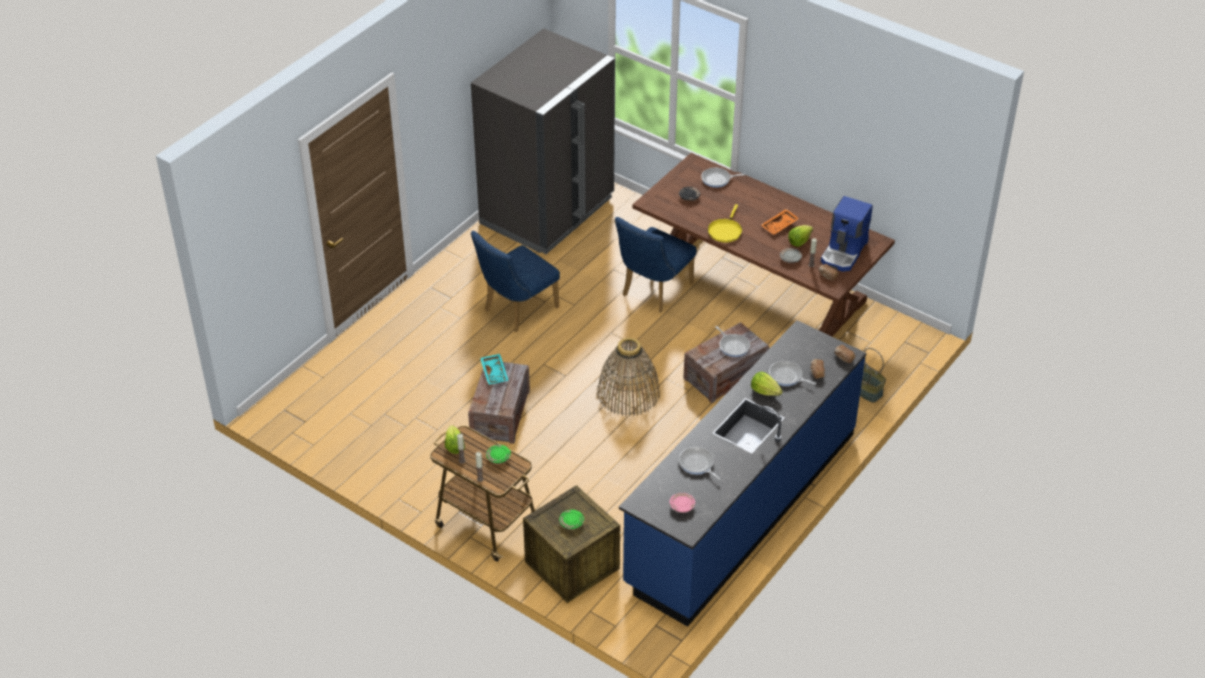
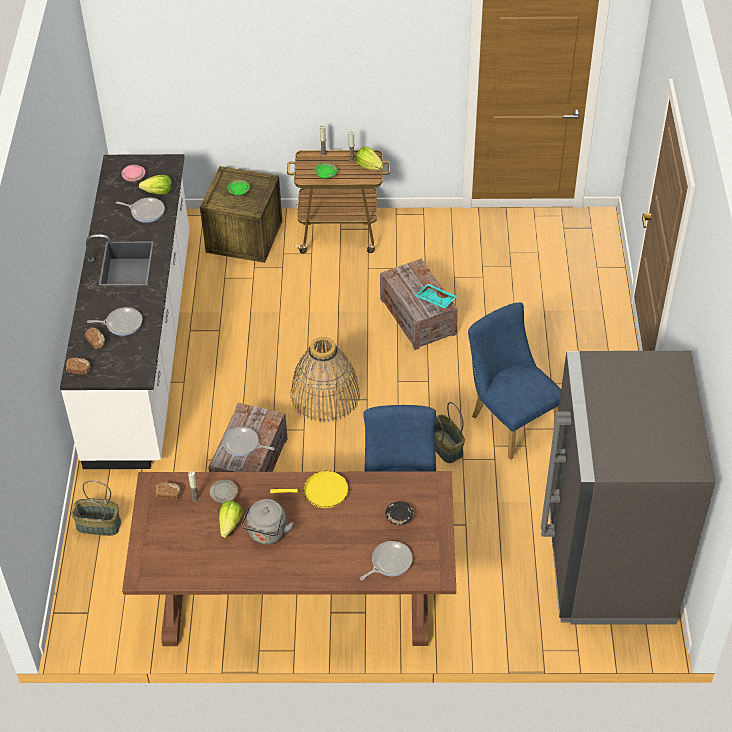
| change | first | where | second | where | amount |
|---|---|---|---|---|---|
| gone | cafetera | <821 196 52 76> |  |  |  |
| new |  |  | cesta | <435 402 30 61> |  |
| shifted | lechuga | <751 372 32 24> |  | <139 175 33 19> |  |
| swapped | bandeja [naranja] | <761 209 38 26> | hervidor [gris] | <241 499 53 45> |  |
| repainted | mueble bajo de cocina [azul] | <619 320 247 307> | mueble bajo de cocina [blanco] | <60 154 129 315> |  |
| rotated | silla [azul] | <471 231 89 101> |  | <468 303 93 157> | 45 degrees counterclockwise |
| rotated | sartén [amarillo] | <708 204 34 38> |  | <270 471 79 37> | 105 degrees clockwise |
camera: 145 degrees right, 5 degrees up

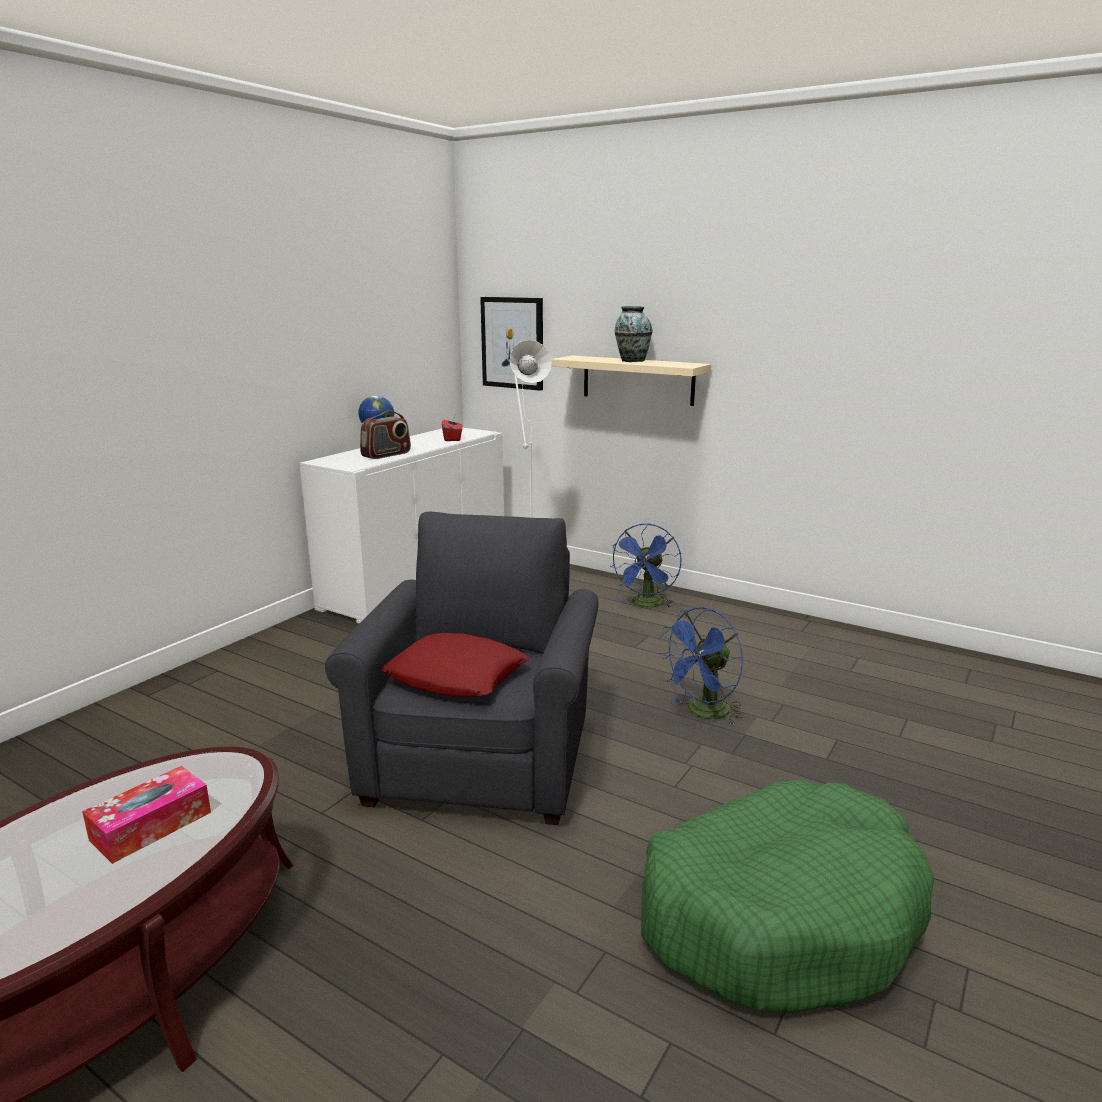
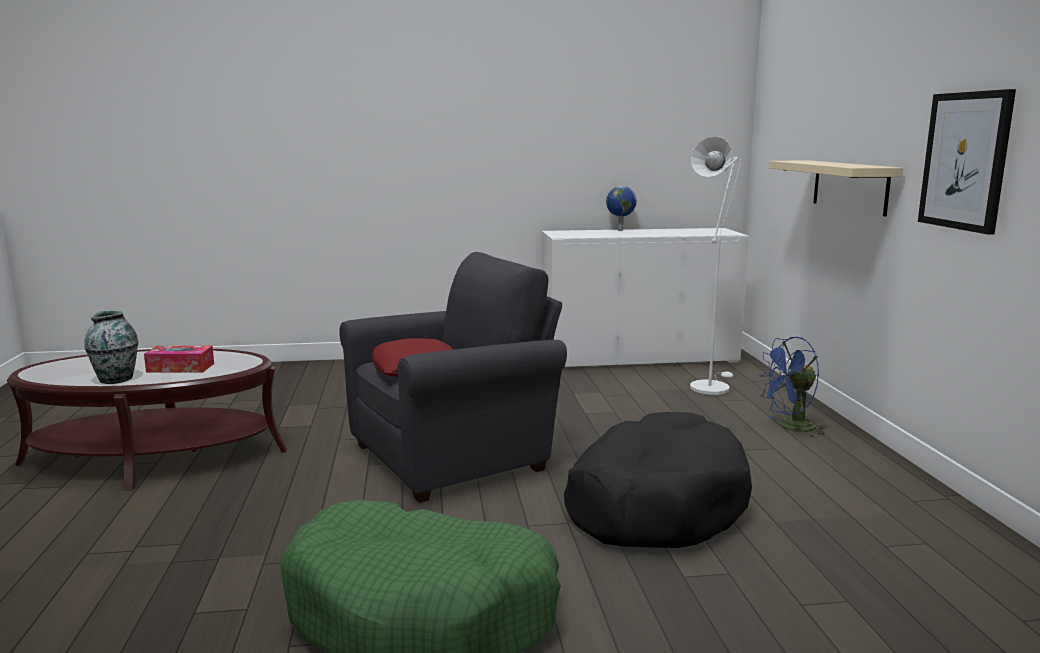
| change | first | where | second | where | amount |
|---|---|---|---|---|---|
| gone | radio | <360 410 51 49> |  |  |  |
| gone | caja de pañuelos [rojo] | <442 416 21 25> |  |  |  |
| shifted | cuadro | <480 297 63 94> |  | <918 89 98 146> |  |
| shifted | florero | <614 306 39 56> |  | <84 311 54 73> |  |
| swapped | ventilador [azul] | <658 607 85 119> | cama para perro [negro] | <564 412 188 136> |  |
camera: 50 degrees right, 5 degrees down

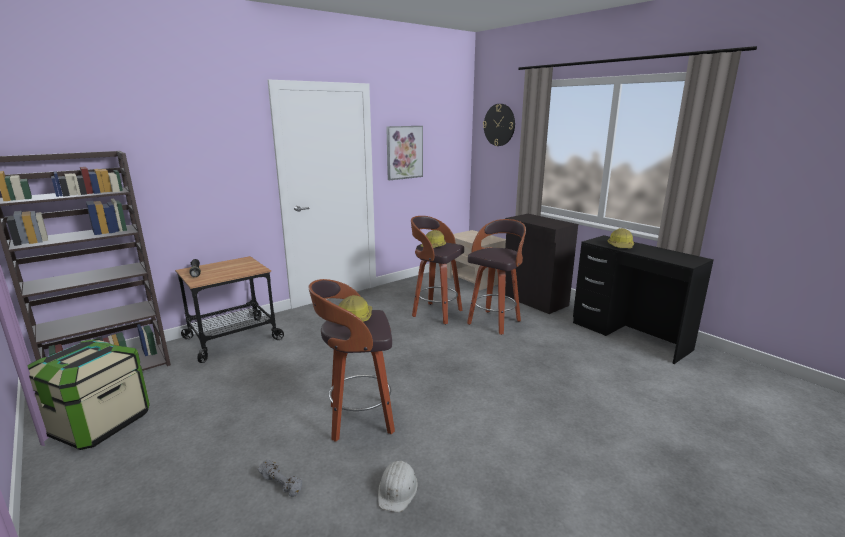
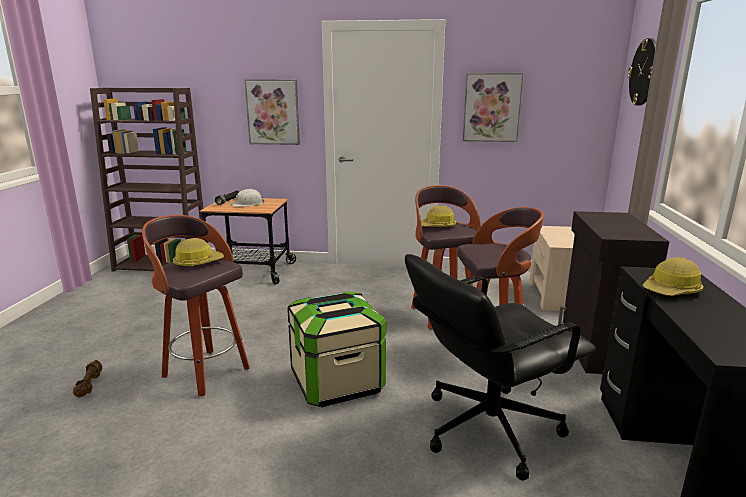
| change | first | where | second | where | amount |
|---|---|---|---|---|---|
| new |  |  | cuadro | <244 79 56 66> |  |
| new |  |  | silla de oficina [negro] | <405 254 191 227> |  |
| shifted | caja de almacenaje | <28 338 122 112> |  | <287 292 99 116> |  |
| shifted | casco [blanco] | <378 461 40 51> |  | <230 189 34 18> |  |
| repainted | mancuerna [gris] | <257 459 45 38> | mancuerna [marrón] | <73 360 30 37> |  |
camera: 45 degrees right, 0 degrees up

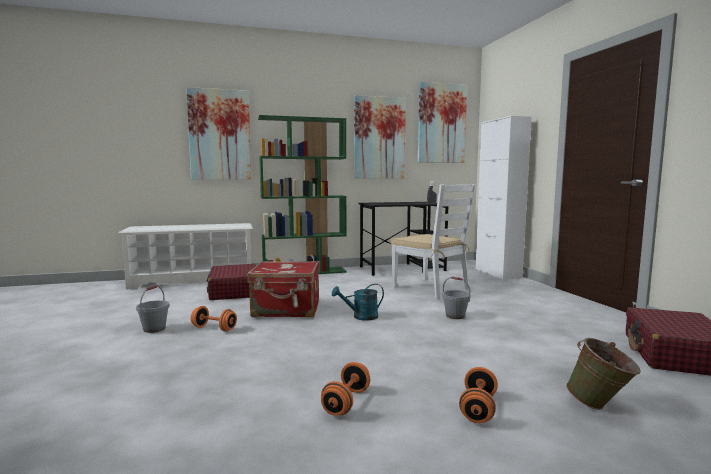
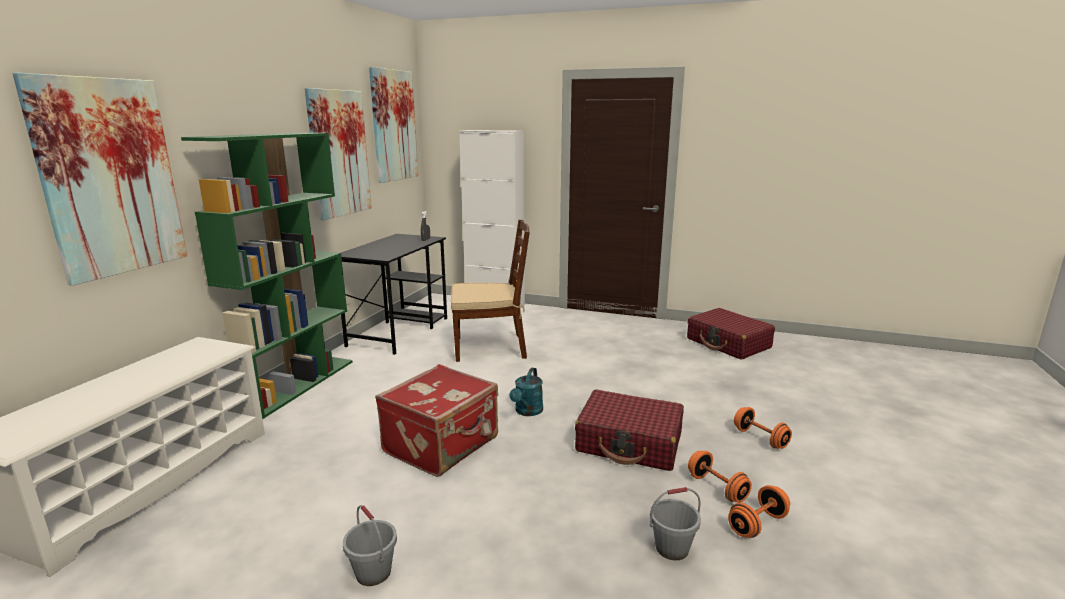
| change | first | where | second | where | amount |
|---|---|---|---|---|---|
| gone | cubo [verde] | <566 338 75 72> |  |  |  |
| shifted | mancuerna [naranja] | <191 306 46 26> |  | <728 485 62 53> |  |
| shifted | maleta [rojo] | <207 264 49 36> |  | <575 389 109 82> |  |
| shifted | cubo [gris] | <442 277 28 42> |  | <650 487 51 73> |  |
| repainted | silla [blanco] | <391 184 85 115> | silla [marrón] | <451 220 79 142> |  |
camera: 55 degrees left, 10 degrees up

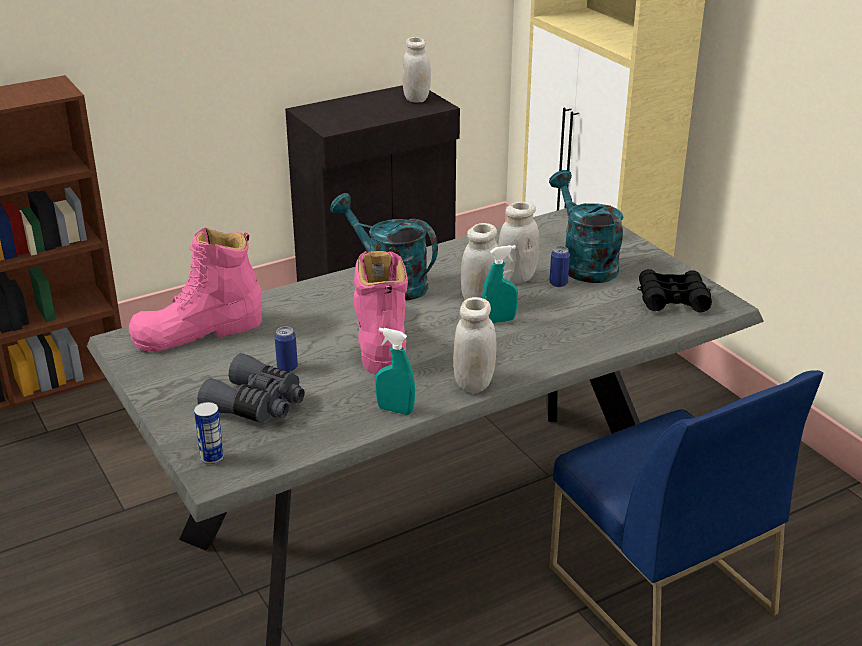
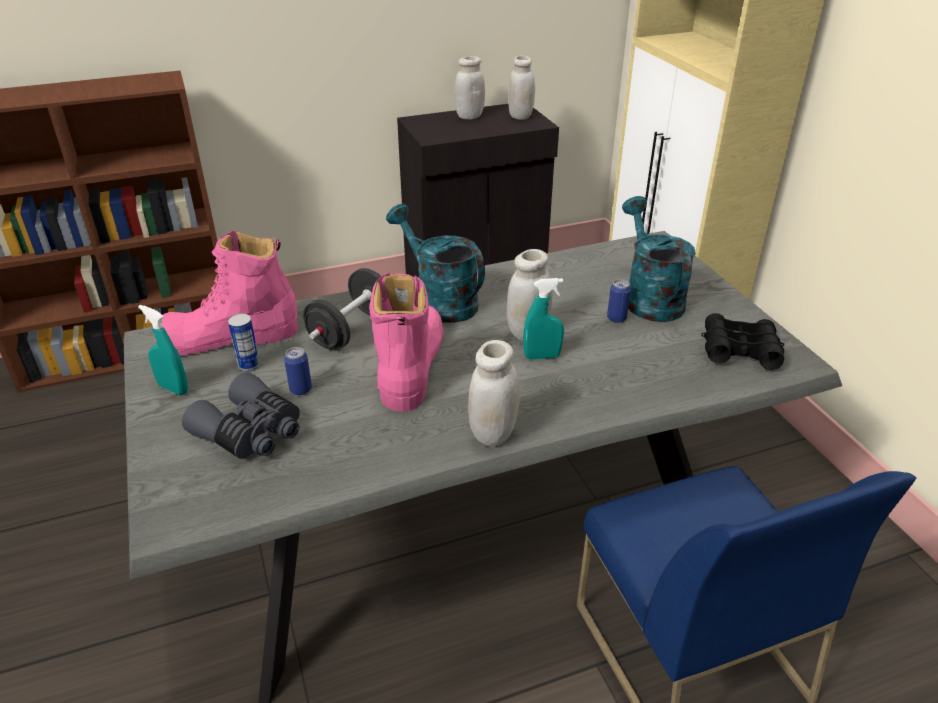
| change | first | where | second | where | amount |
|---|---|---|---|---|---|
| new |  |  | mancuerna [negro] | <303 268 78 83> |  |
| shifted | lata | <194 402 30 63> |  | <228 313 32 59> |  |
| shifted | pulverizador [turquesa] | <375 328 40 87> |  | <138 305 50 90> |  |
| shifted | tarro [blanco] | <498 201 41 83> |  | <454 56 31 64> |  |
camera: 10 degrees right, 5 degrees up

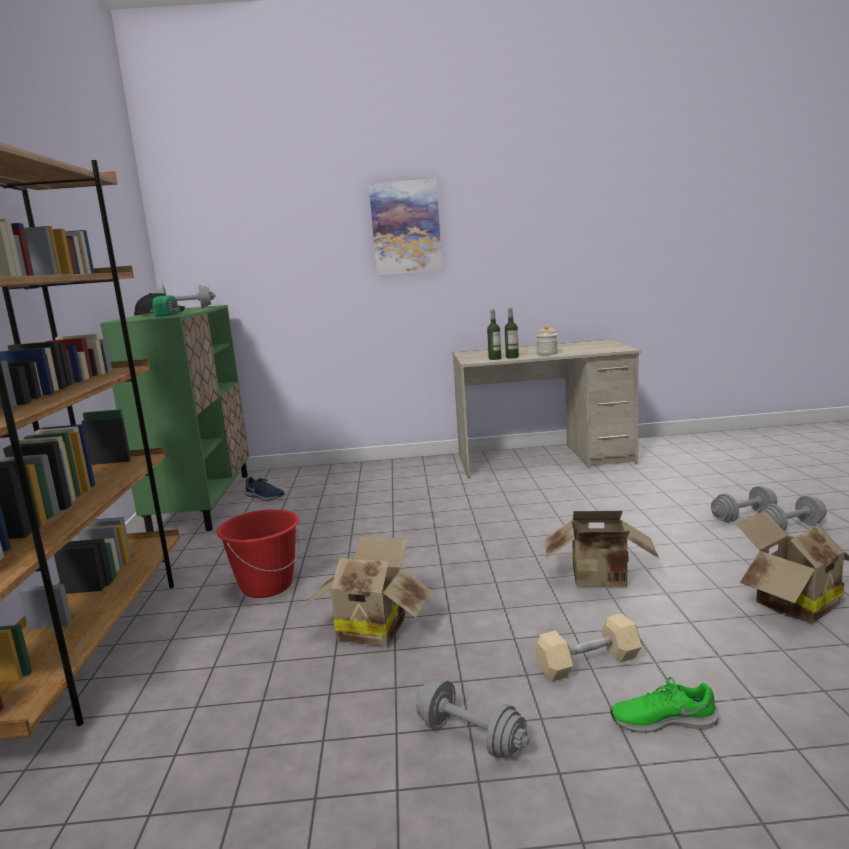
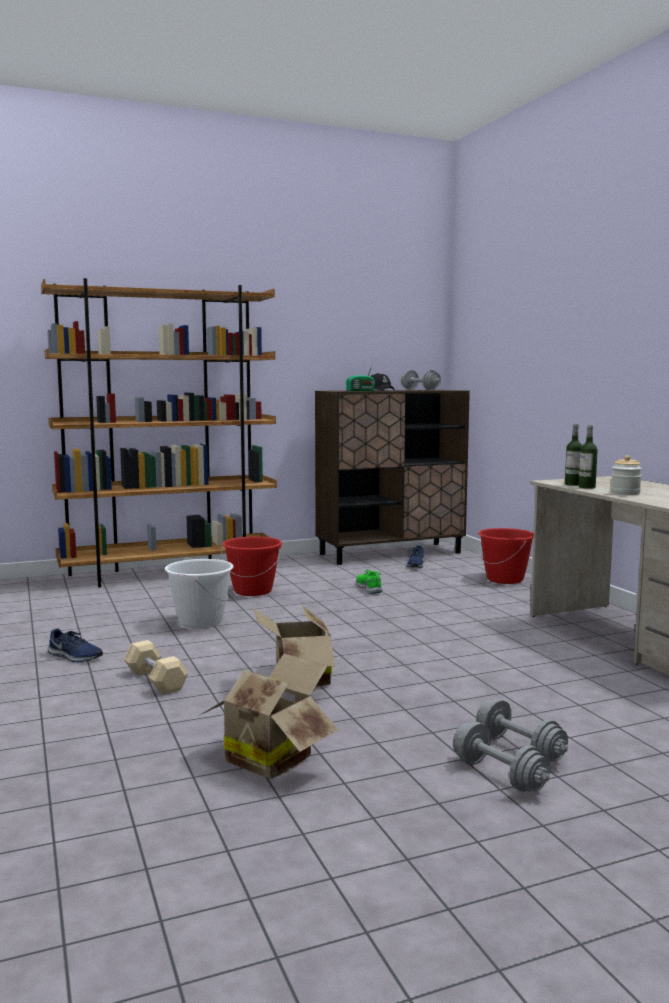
| change | first | where | second | where | amount |
|---|---|---|---|---|---|
| gone | cuadro | <369 179 73 97> |  |  |  |
| new |  |  | cubo [rojo] | <478 528 56 56> |  |
| shifted | zapato [verde] | <610 677 109 56> |  | <356 570 26 24> |  |
| swapped | caja de cartón | <303 536 129 110> | cubo [blanco] | <165 559 69 69> |  |
| swapped | mancuerna [gris] | <416 679 113 79> | zapato [azul] | <47 629 56 33> |  |
| repainted | armario [verde] | <100 305 149 227> | armario [marrón] | <315 390 155 175> |  |
camera: 70 degrees right, 5 degrees down

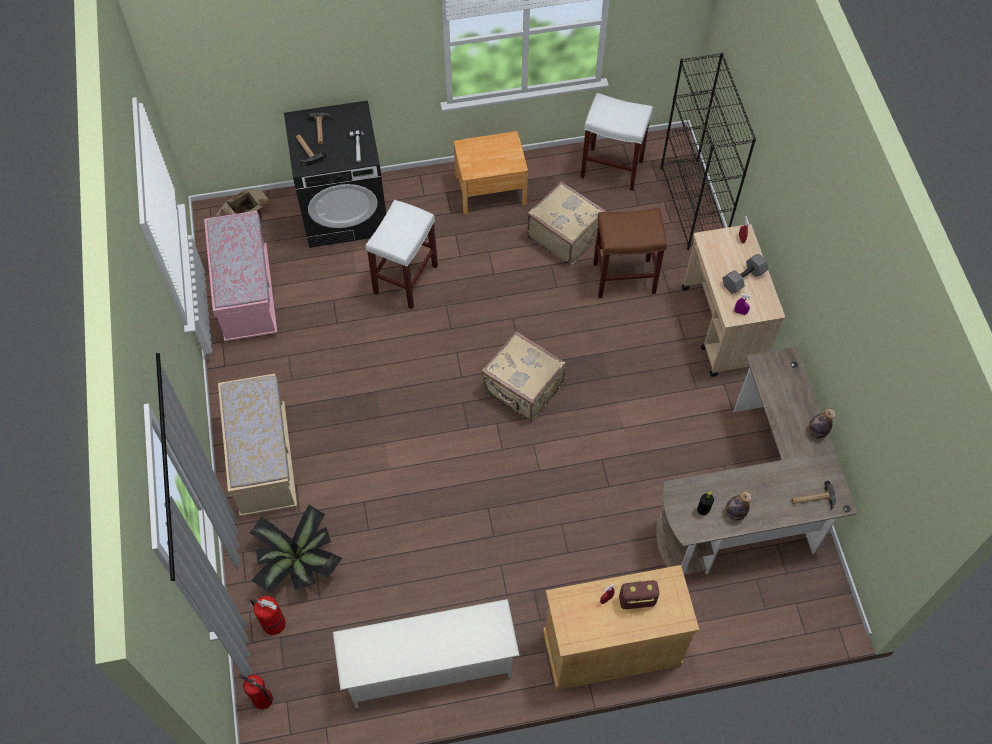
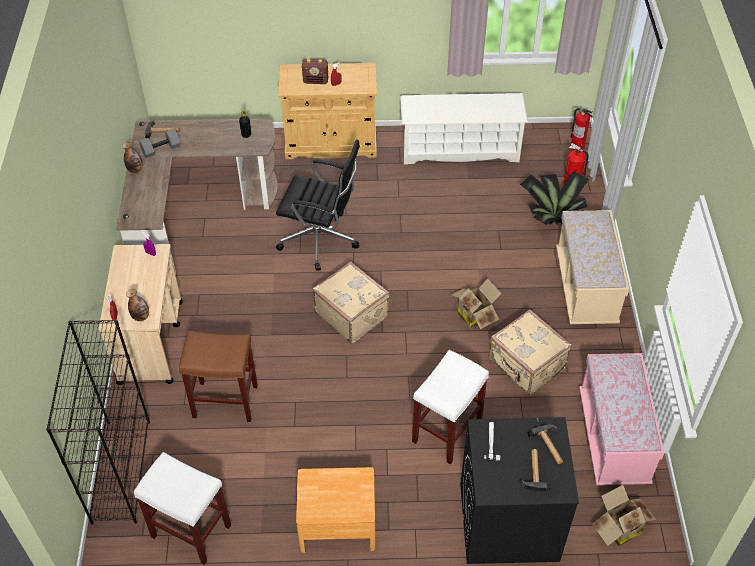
| change | first | where | second | where | amount |
|---|---|---|---|---|---|
| new |  |  | silla de oficina [negro] | <276 139 84 132> |  |
| new |  |  | caja de cartón | <451 279 51 50> |  |
| shifted | maleta [beis] | <527 181 79 85> |  | <489 309 83 87> |  |
| shifted | mancuerna [gris] | <723 254 45 40> |  | <140 129 40 29> |  |
| shifted | botella | <726 491 26 30> |  | <126 289 23 32> |  |
camera: 170 degrees left, 10 degrees down

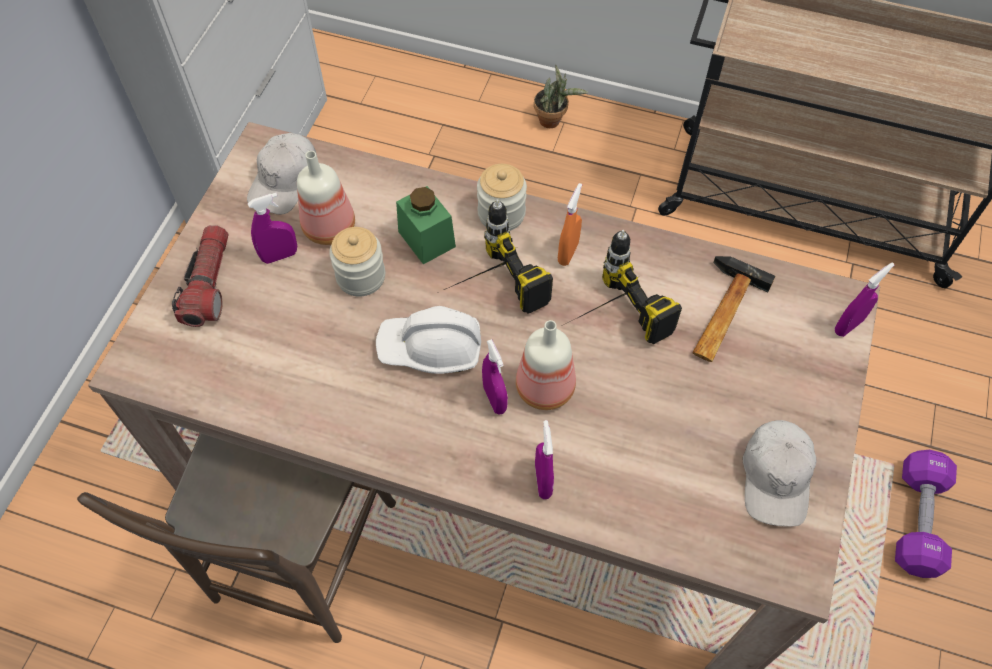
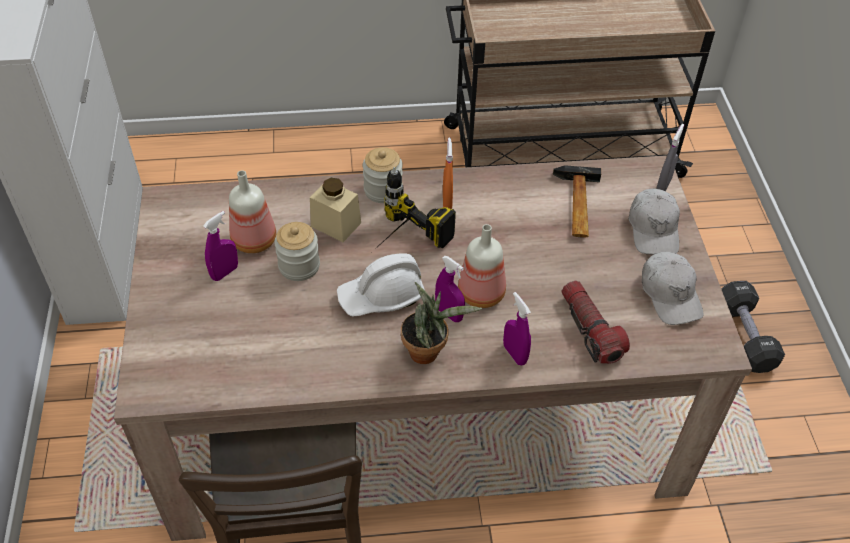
| change | first | where | second | where | amount |
|---|---|---|---|---|---|
| gone | taladro | <566 230 116 114> |  |  |  |
| shifted | linterna | <172 225 56 102> |  | <562 281 68 83> |  |
| shifted | gorra [blanco] | <247 133 70 82> |  | <628 189 52 65> |  |
| shifted | planta en maceta | <534 64 54 64> |  | <401 282 81 82> |  |
| repainted | tarro [verde] | <396 186 60 78> | tarro [beis] | <310 178 51 64> |  |
| repainted | pulverizador [morado] | <835 262 59 75> | pulverizador [gris] | <656 124 28 67> |  |
| repainted | mancuerna [morado] | <895 450 62 128> | mancuerna [negro] | <722 281 63 92> |  |
camera: 25 degrees left, 10 degrees down

